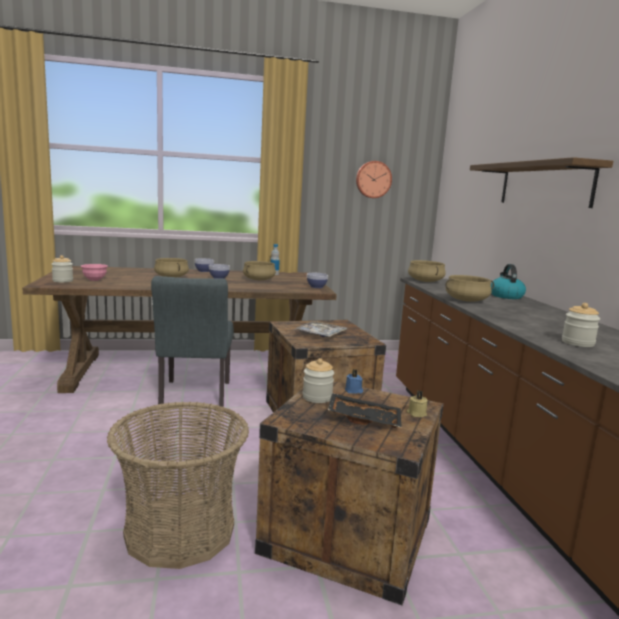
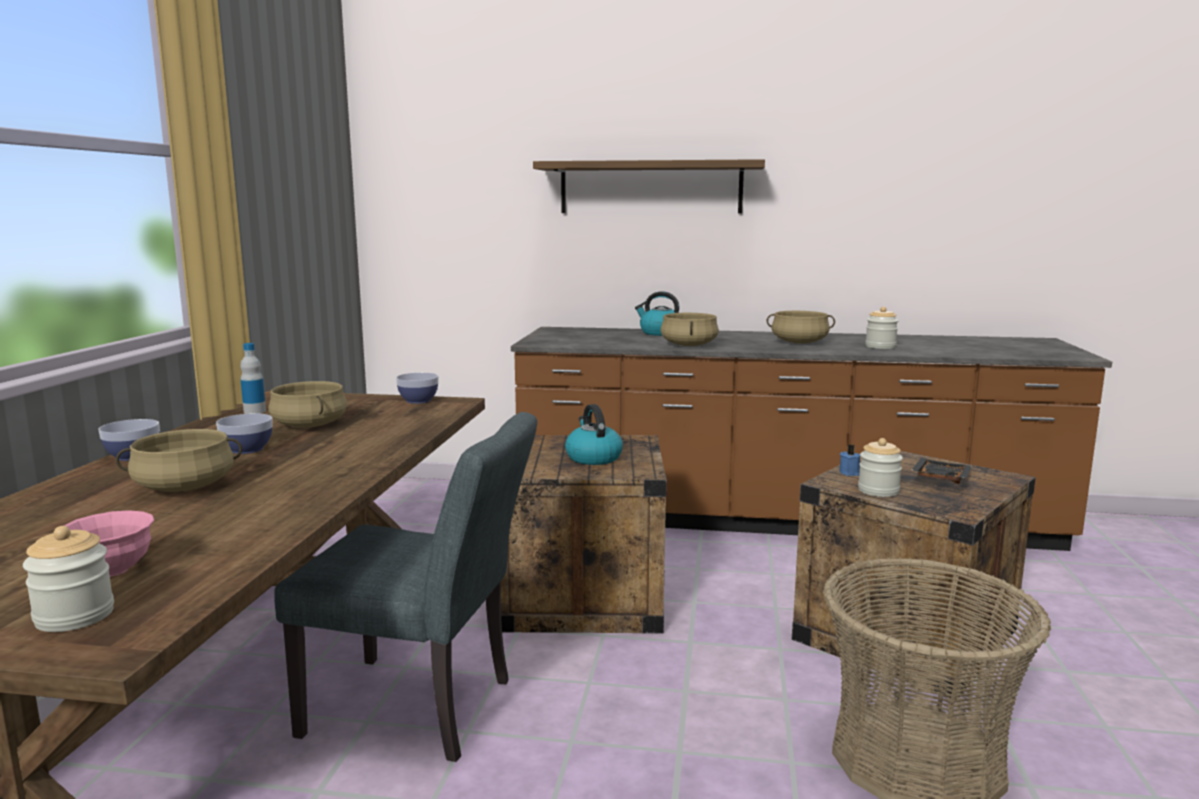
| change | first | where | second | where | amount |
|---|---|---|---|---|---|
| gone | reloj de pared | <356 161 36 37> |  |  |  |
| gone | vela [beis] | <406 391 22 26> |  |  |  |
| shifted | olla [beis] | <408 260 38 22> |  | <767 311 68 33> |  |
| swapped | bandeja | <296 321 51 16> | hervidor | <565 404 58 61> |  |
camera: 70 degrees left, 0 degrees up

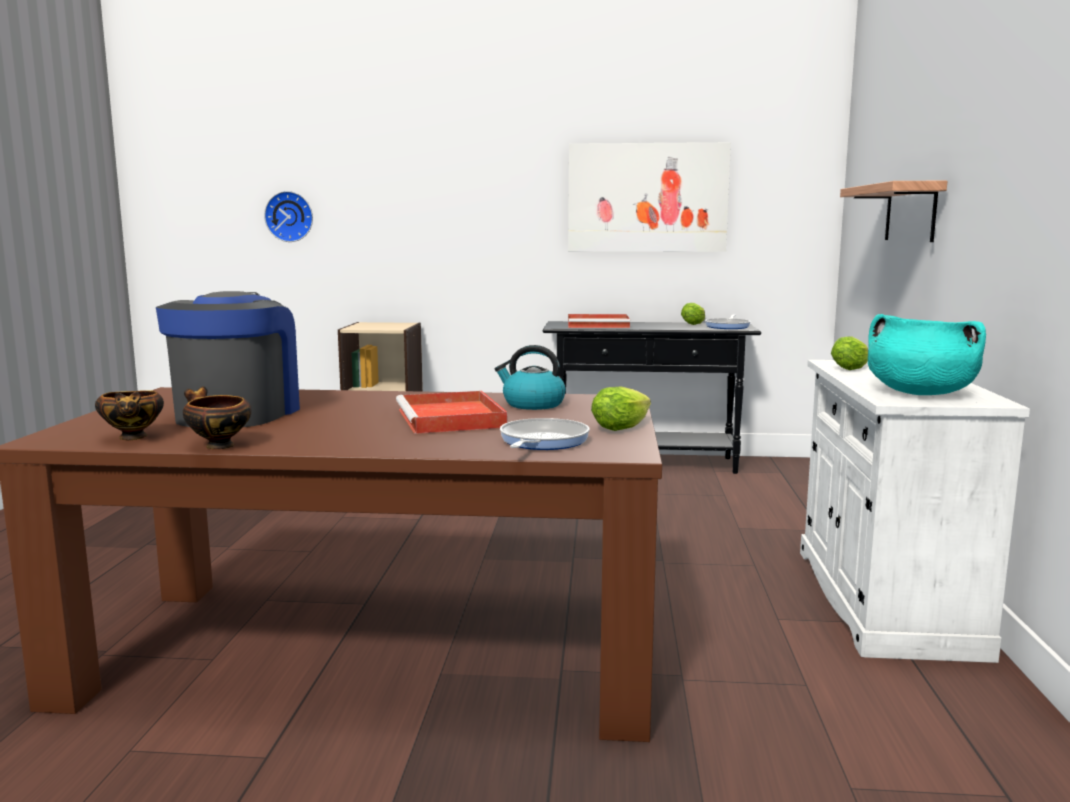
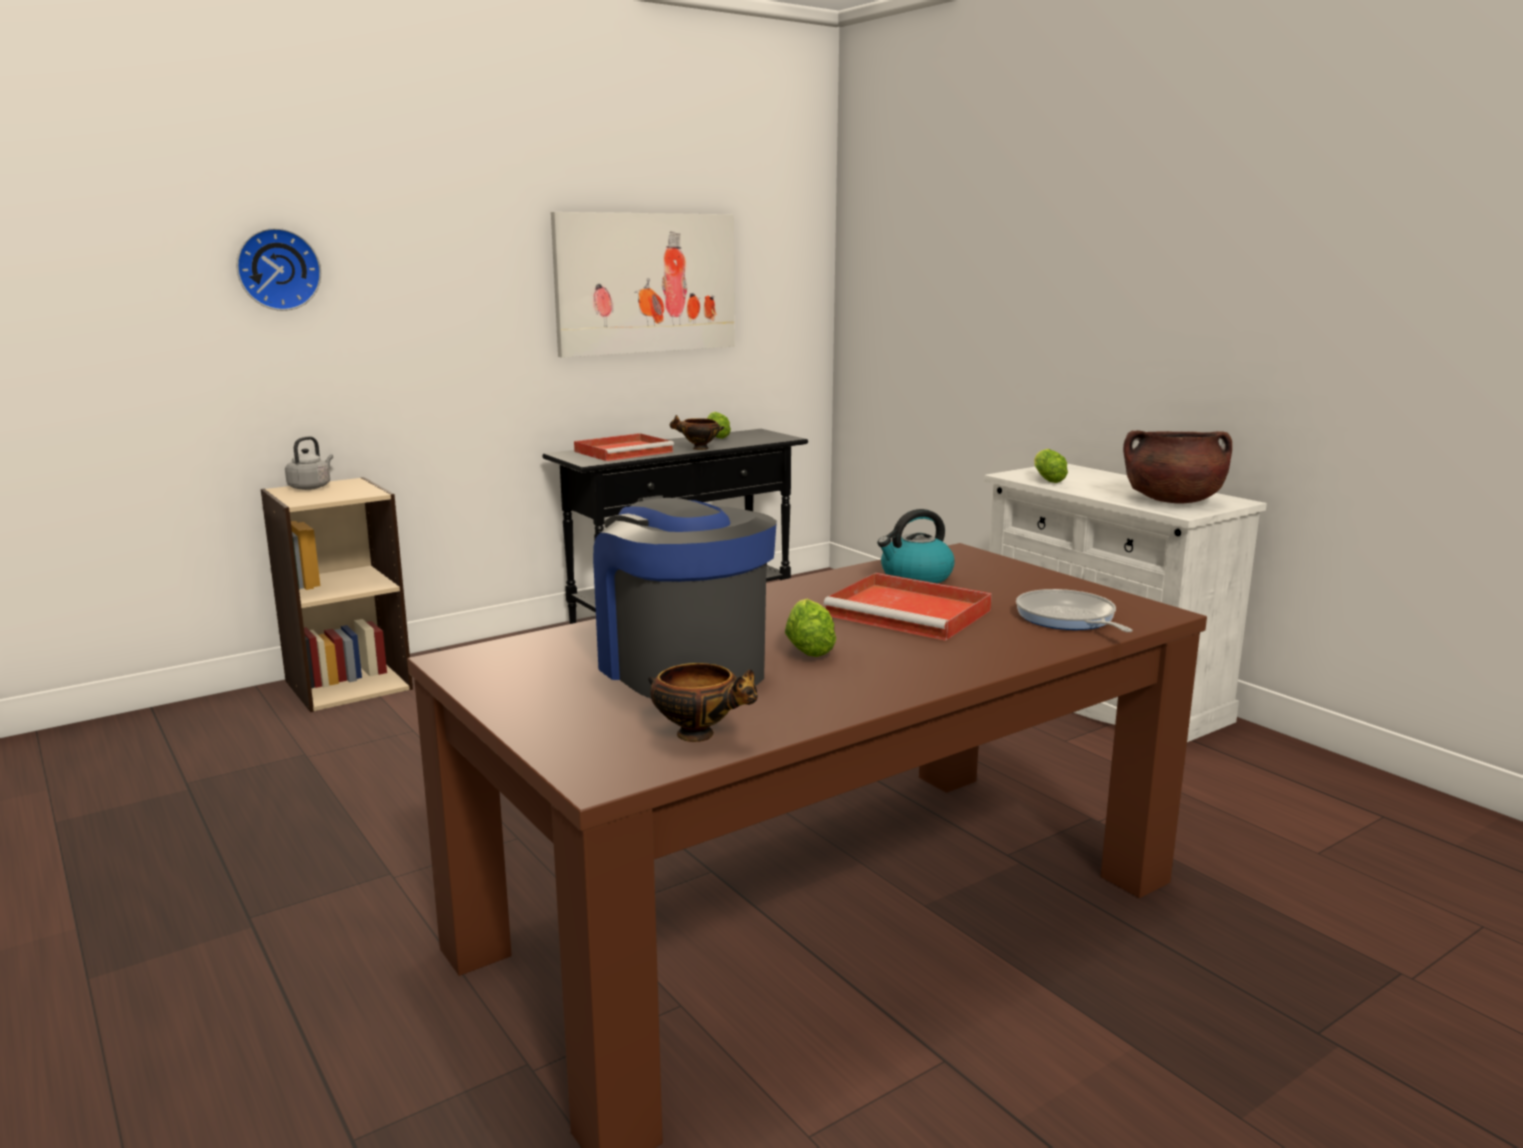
| change | first | where | second | where | amount |
|---|---|---|---|---|---|
| gone | sartén | <705 315 46 14> |  |  |  |
| gone | estante | <840 181 108 61> |  |  |  |
| new |  |  | hervidor [gris] | <285 436 48 54> |  |
| shifted | cuenco | <183 386 69 63> |  | <669 415 55 35> |  |
| shifted | reloj de pared | <264 191 49 51> |  | <236 228 85 83> |  |
| shifted | lechuga | <591 386 60 45> |  | <785 599 51 58> |  |
| repainted | olla [turquesa] | <868 314 118 81> | olla [marrón] | <1123 430 109 73> |  |
camera: 40 degrees left, 5 degrees up

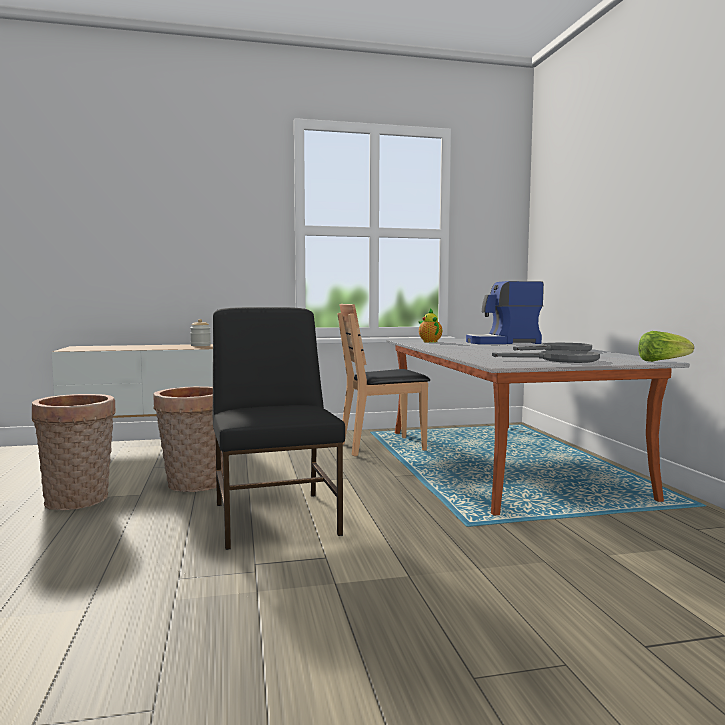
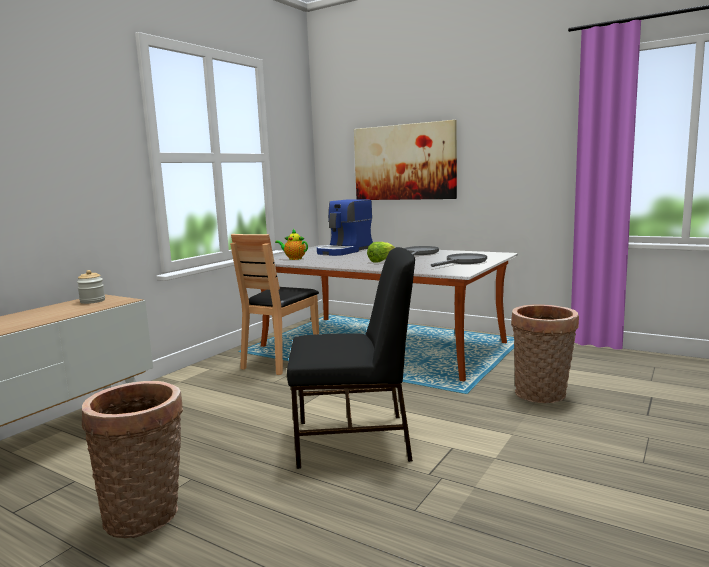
| change | first | where | second | where | amount |
|---|---|---|---|---|---|
| new |  |  | cuadro | <354 120 103 80> |  |
| shifted | cesta | <153 386 70 106> |  | <511 305 68 98> |  |
| shifted | lechuga | <638 331 56 31> |  | <367 242 28 21> |  |
| rotated | silla [negro] | <212 307 133 243> |  | <287 247 128 222> | 150 degrees clockwise |
camera: 45 degrees left, 5 degrees up

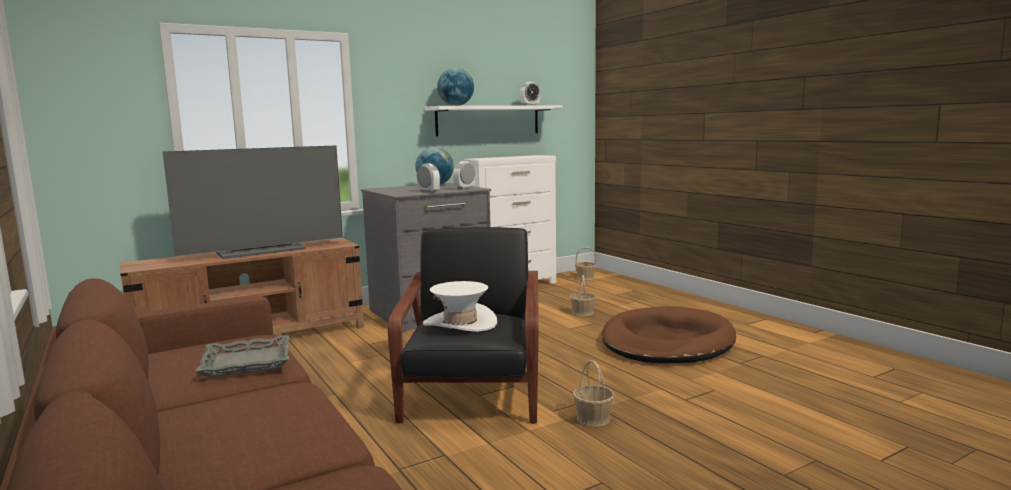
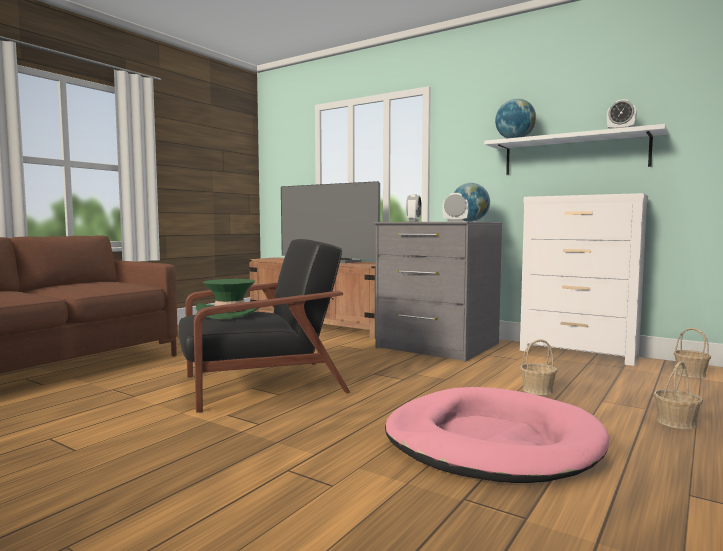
| change | first | where | second | where | amount |
|---|---|---|---|---|---|
| gone | bandeja [gris] | <195 335 94 43> |  |  |  |
| shifted | cesta | <573 360 42 67> |  | <654 362 49 67> |  |
| repainted | sombrero [blanco] | <423 281 74 51> | sombrero [verde] | <196 279 63 40> |  |
| repainted | cama para perro [marrón] | <601 306 135 57> | cama para perro [rosa] | <385 387 225 96> |  |
camera: 65 degrees right, 5 degrees down

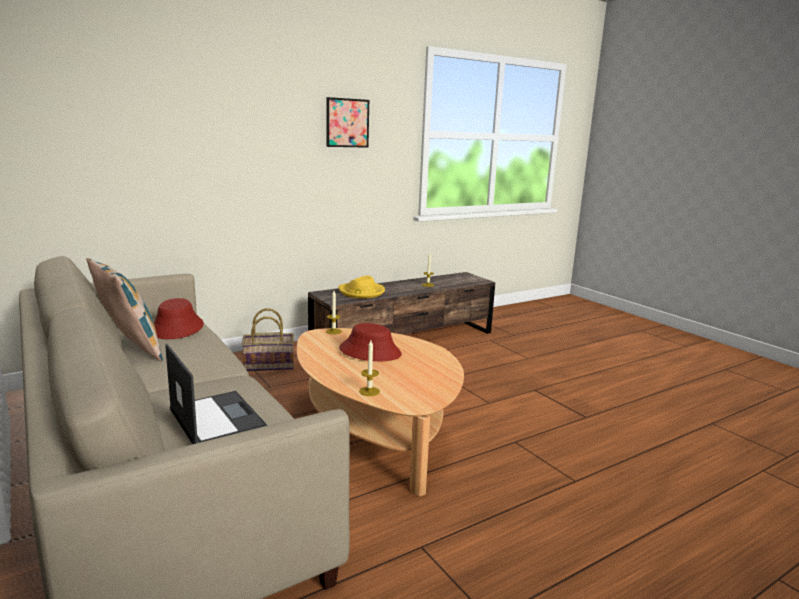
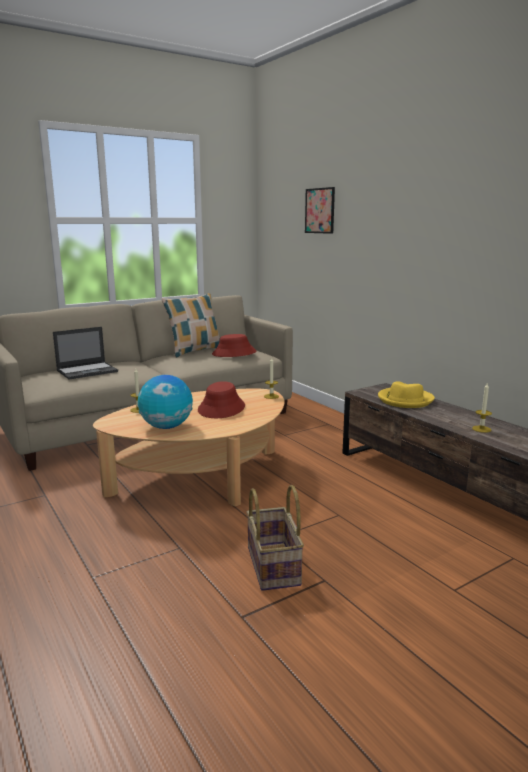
| change | first | where | second | where | amount |
|---|---|---|---|---|---|
| new |  |  | globo terráqueo | <138 375 55 54> |  |
| shifted | cesta | <241 308 53 63> |  | <246 485 58 106> |  |
| shifted | cuadro | <326 97 43 51> |  | <305 187 30 47> |  |
camera: 90 degrees right, 0 degrees up

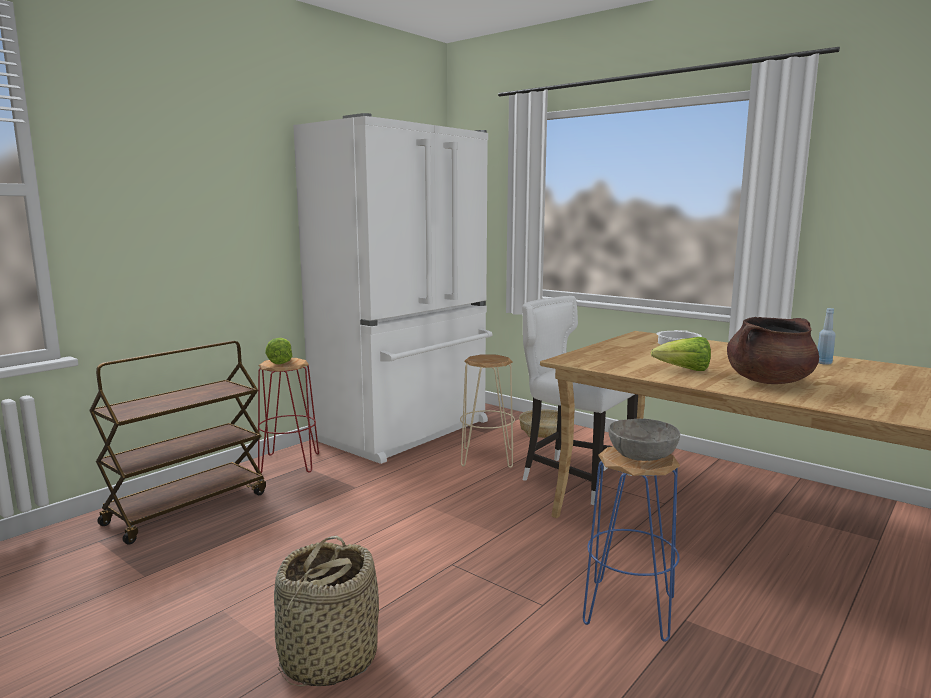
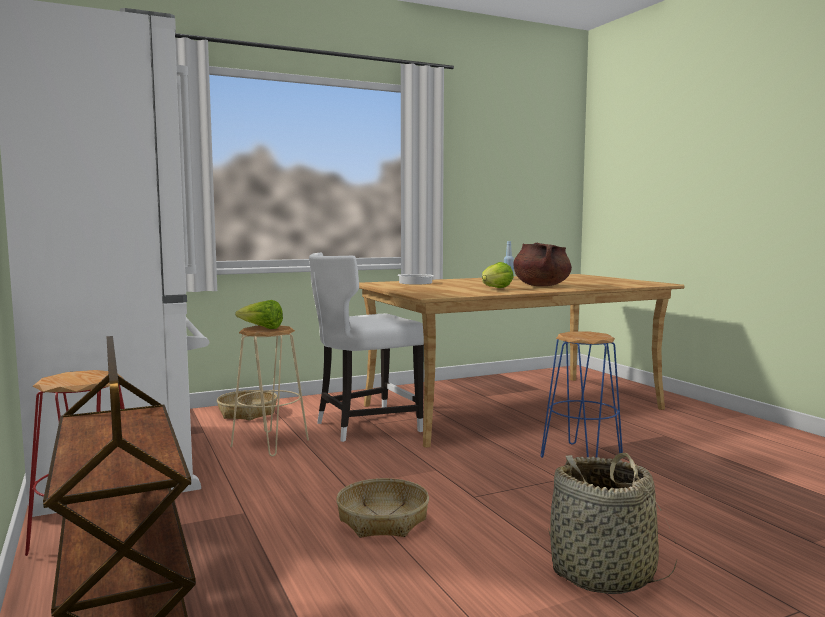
| change | first | where | second | where | amount |
|---|---|---|---|---|---|
| gone | cuenco [gris] | <608 419 72 42> |  |  |  |
| new |  |  | cesta | <336 478 93 59> |  |
| shifted | lechuga | <265 338 27 26> |  | <235 300 48 29> |  |
camera: 65 degrees left, 5 degrees down

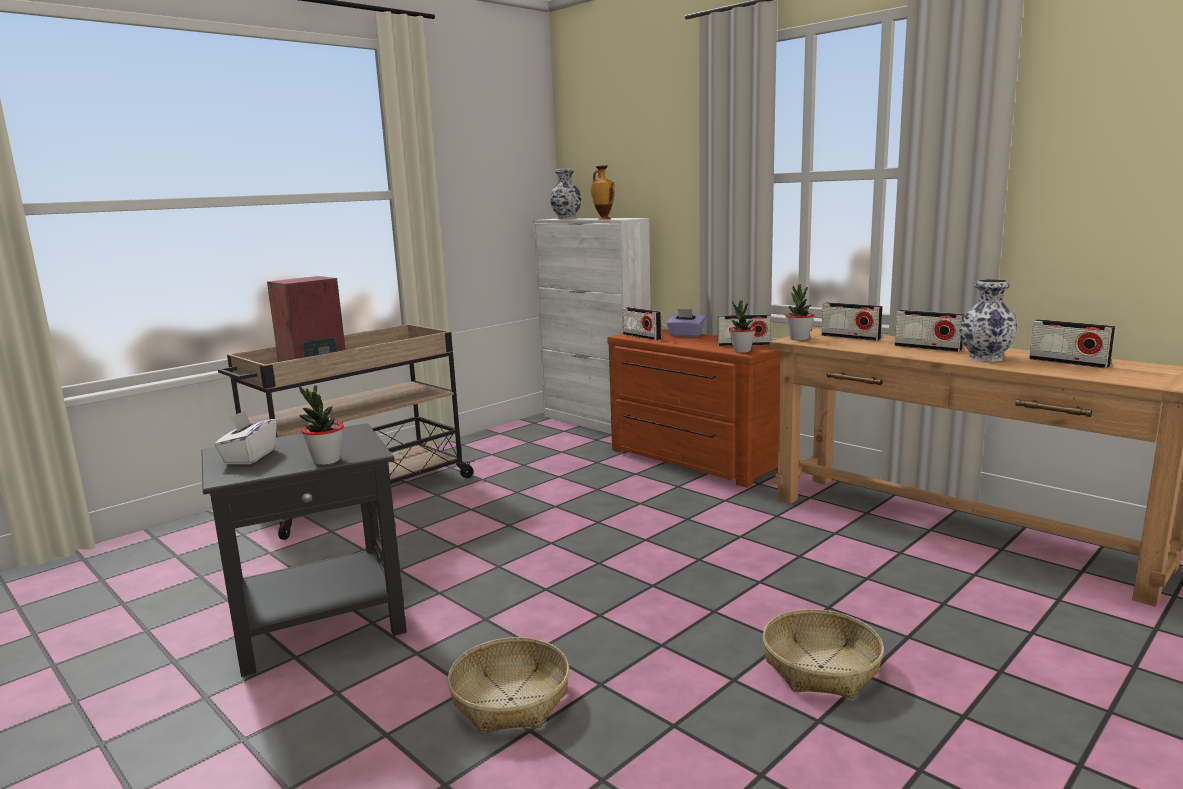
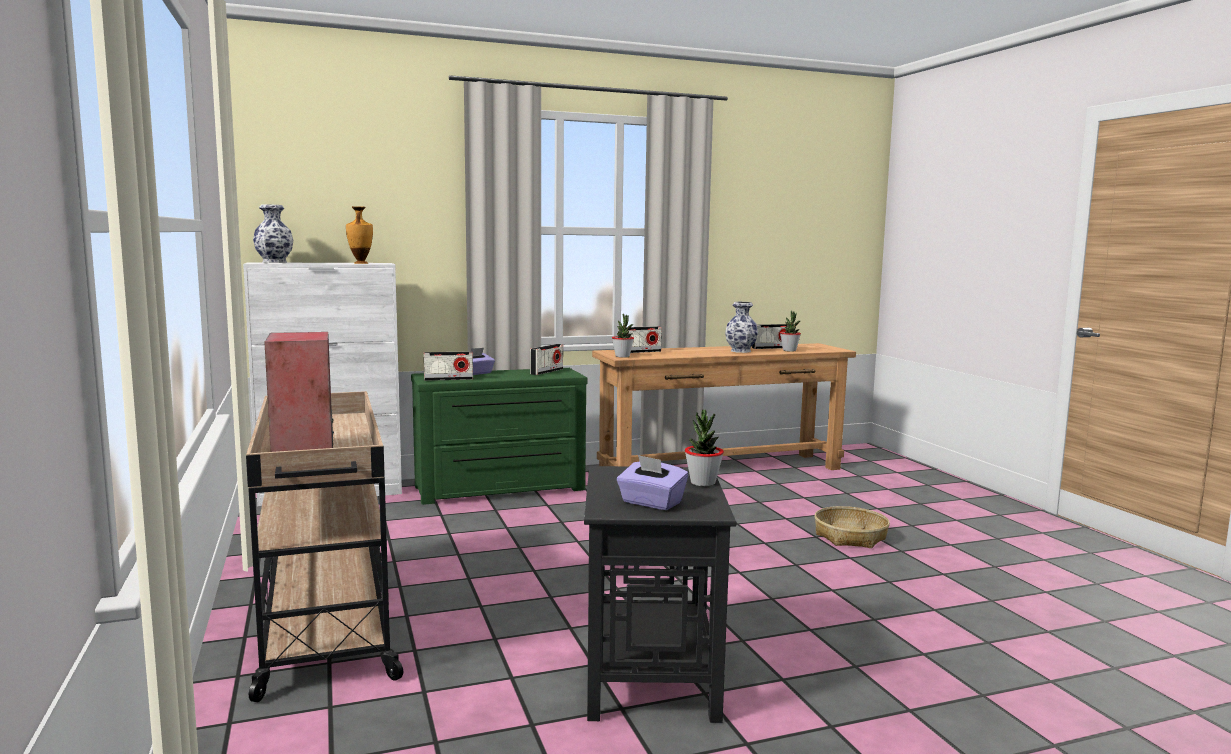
| change | first | where | second | where | amount |
|---|---|---|---|---|---|
| gone | cesta | <447 637 122 97> |  |  |  |
| gone | radio | <894 310 71 42> |  |  |  |
| shifted | planta en maceta | <729 300 27 53> |  | <780 311 21 41> |  |
| repainted | caja de pañuelos [blanco] | <214 410 63 54> | caja de pañuelos [morado] | <617 455 71 55> |  |
| repainted | cómoda [marrón] | <607 329 173 159> | cómoda [verde] | <411 368 177 137> |  |
camera: 65 degrees left, 5 degrees down

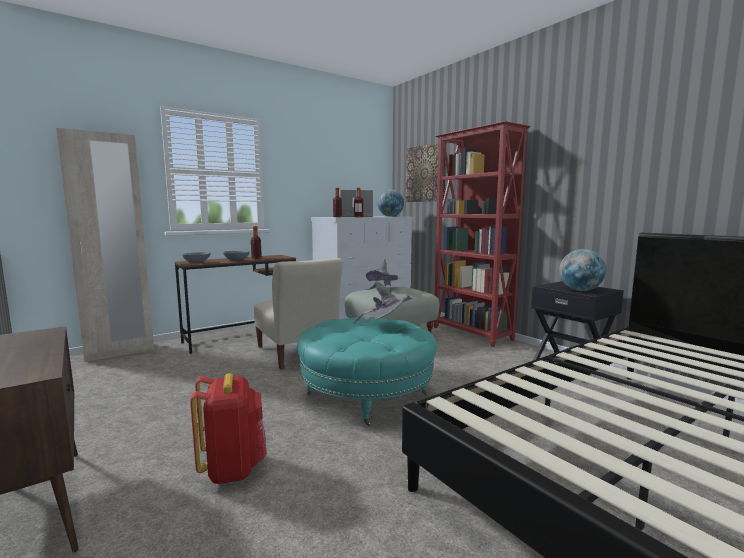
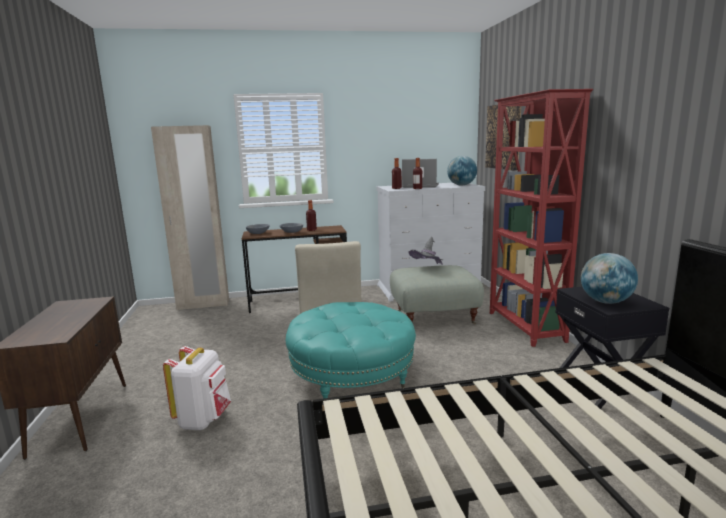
| change | first | where | second | where | amount |
|---|---|---|---|---|---|
| gone | sombrero [gris] | <354 281 58 43> |  |  |  |
| repainted | mochila [rojo] | <190 373 77 111> | mochila [blanco] | <163 346 68 84> |  |
camera: 25 degrees right, 5 degrees up

